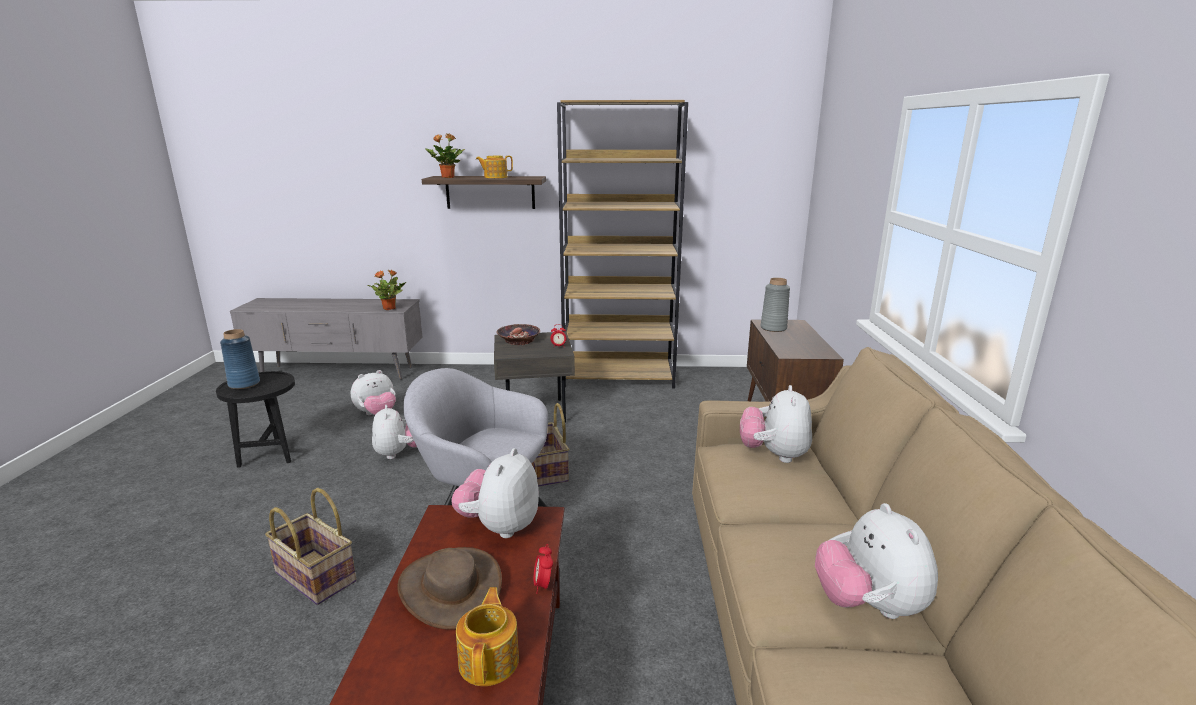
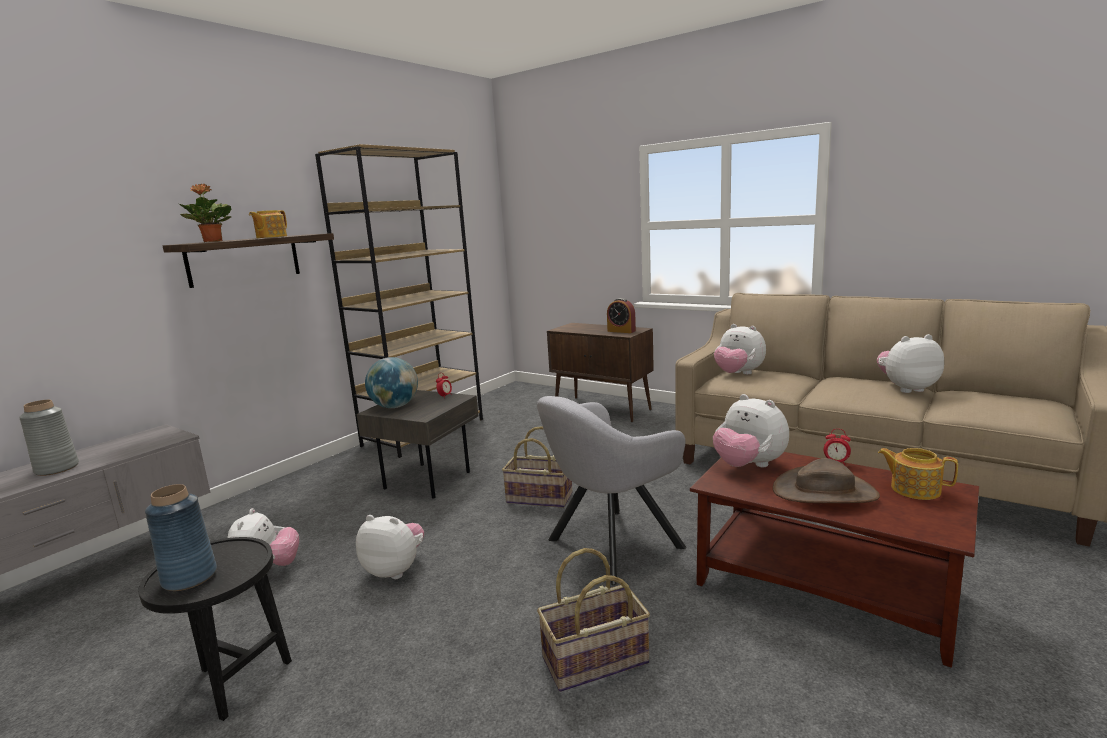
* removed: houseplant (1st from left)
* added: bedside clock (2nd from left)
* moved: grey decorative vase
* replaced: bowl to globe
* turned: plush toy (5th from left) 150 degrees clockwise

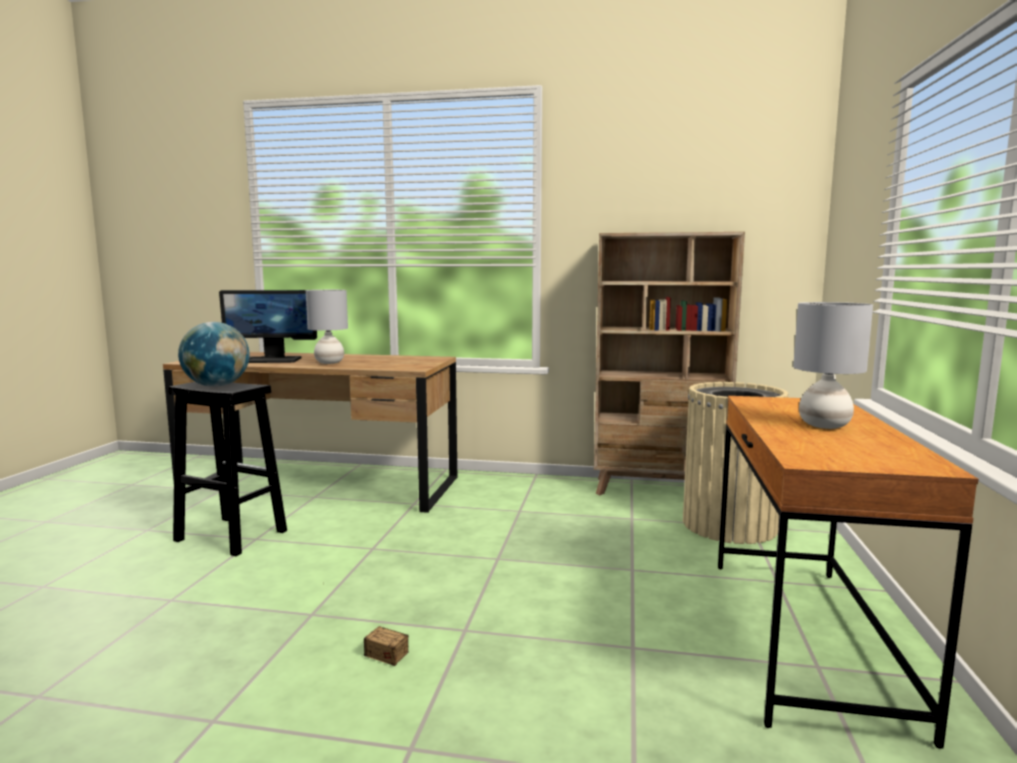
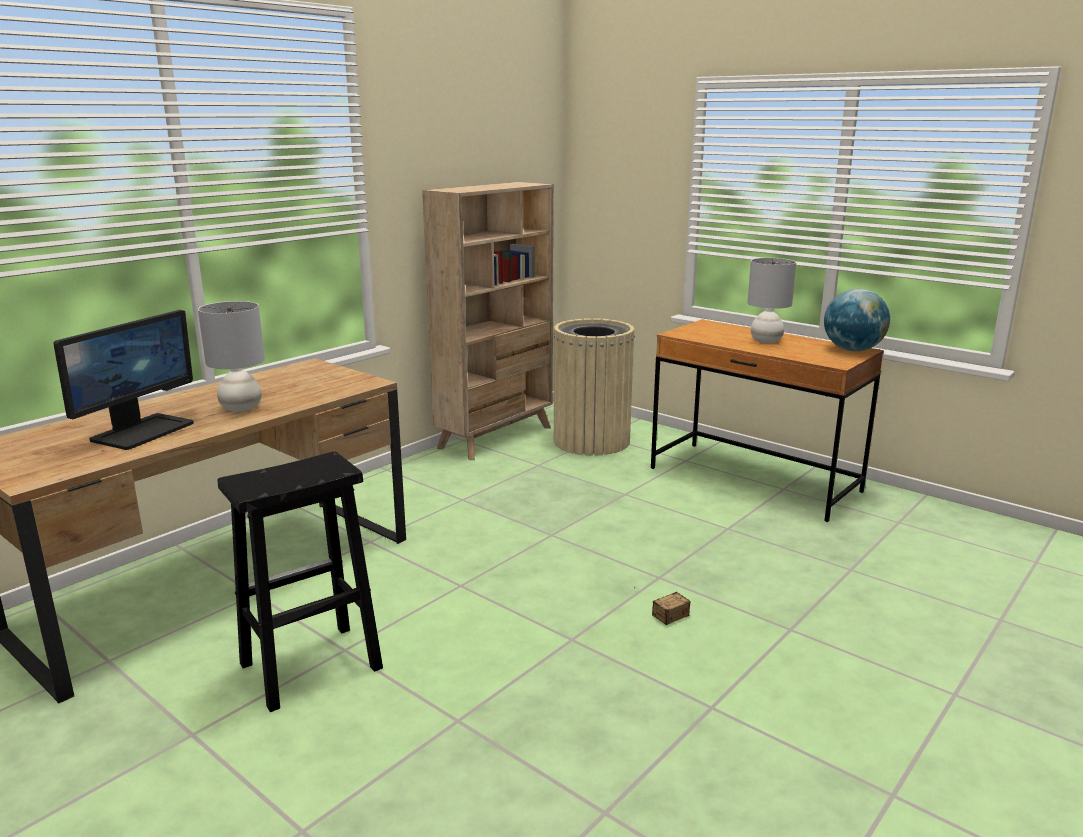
* moved: globe

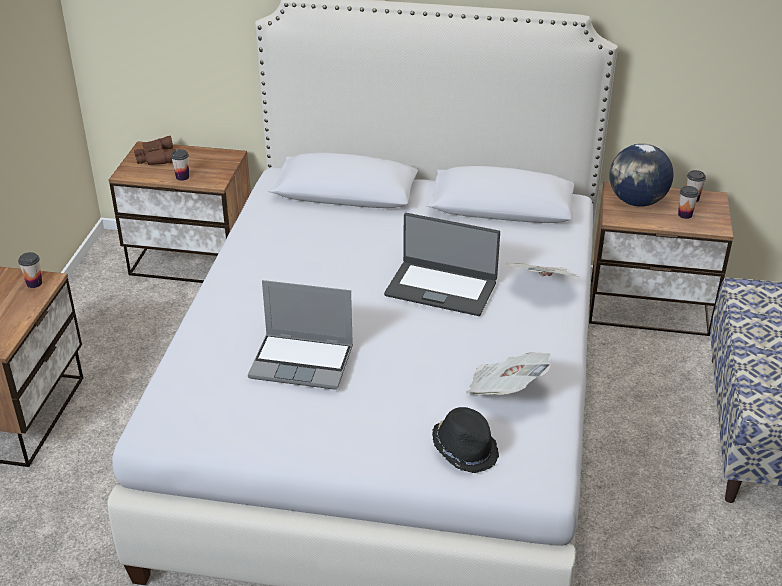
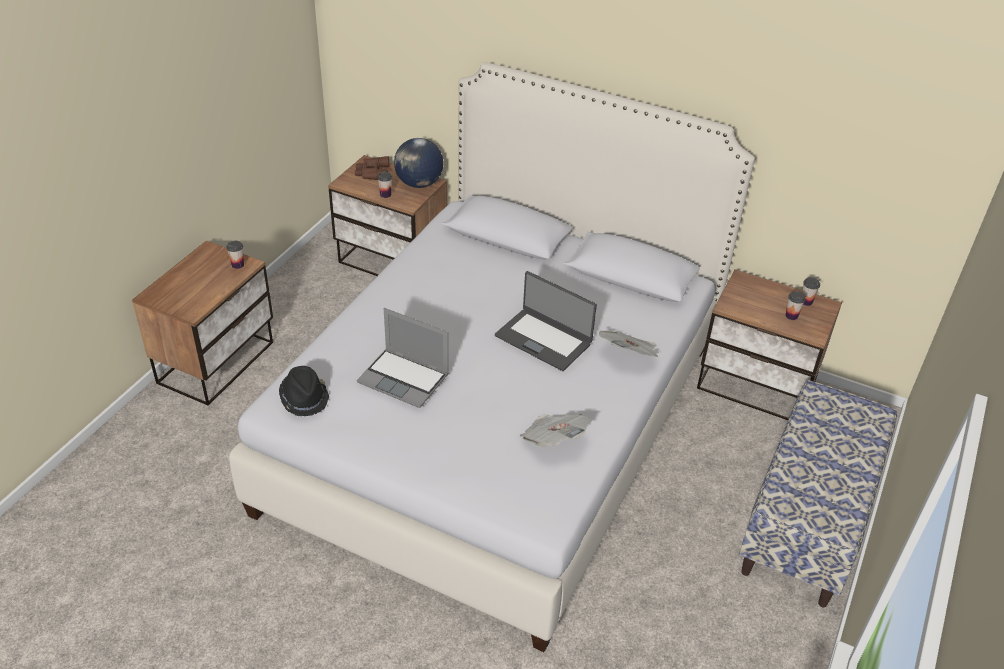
* moved: blackish clothing hat
* moved: globe

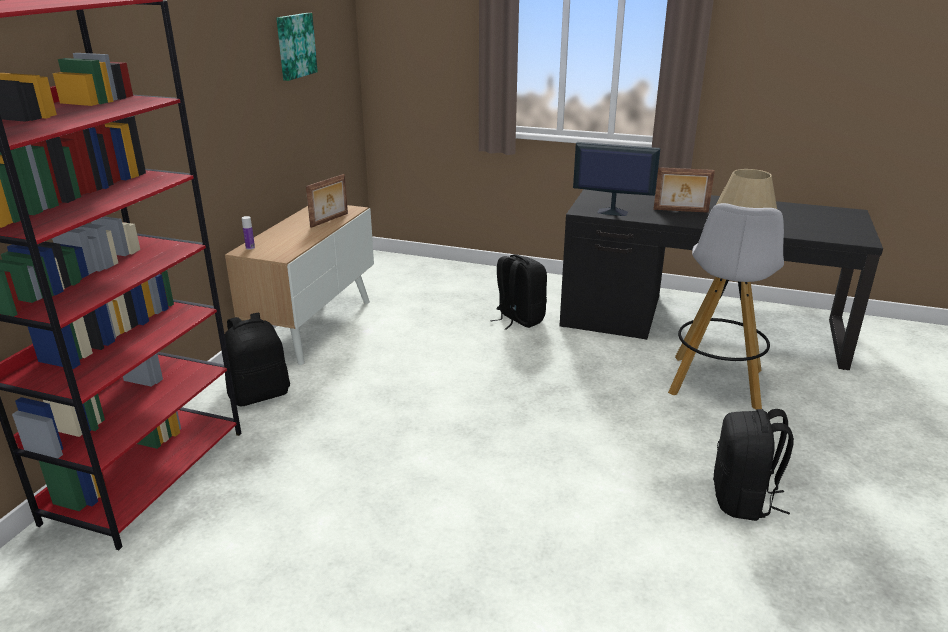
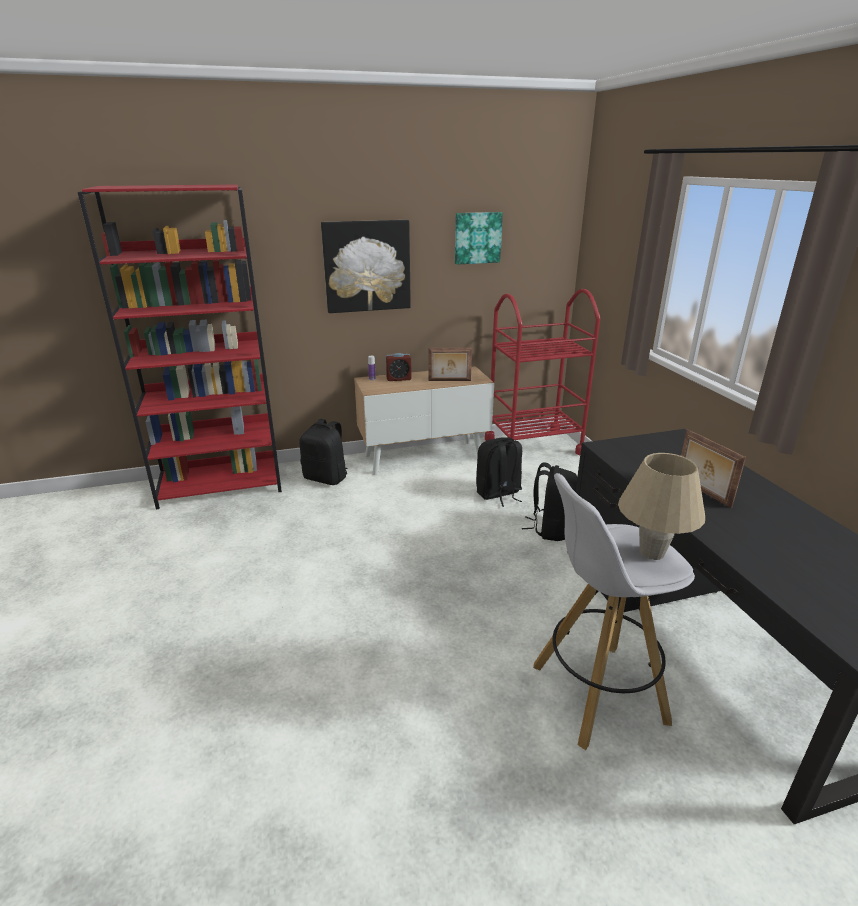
* removed: computer display
* added: picture (1st from left)
* added: bedside clock
* added: red-coloured trolley
* moved: blackish knapsack (3rd from left in the first image) to blackish knapsack (2nd from left)

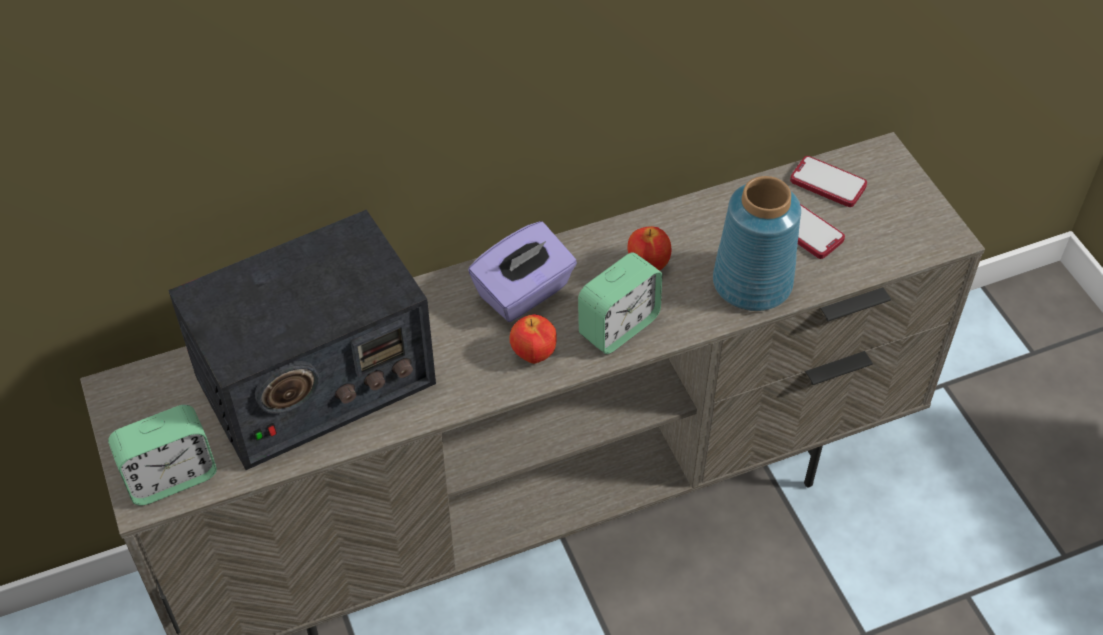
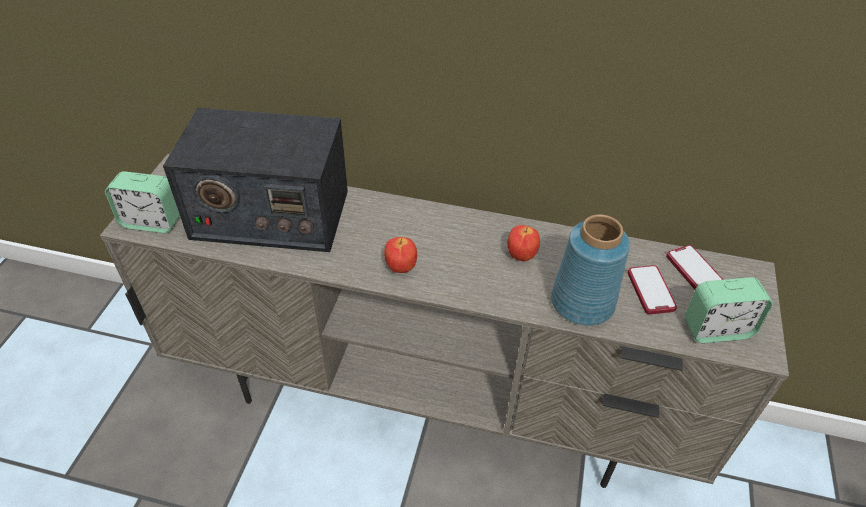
* removed: purple tissue box
* moved: bedside clock (2nd from left)

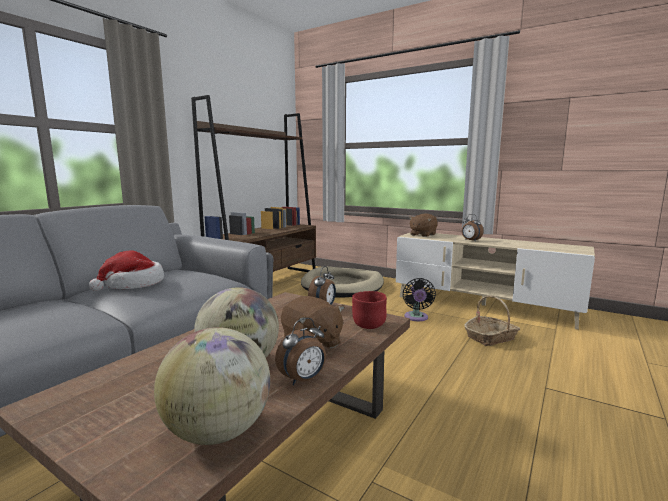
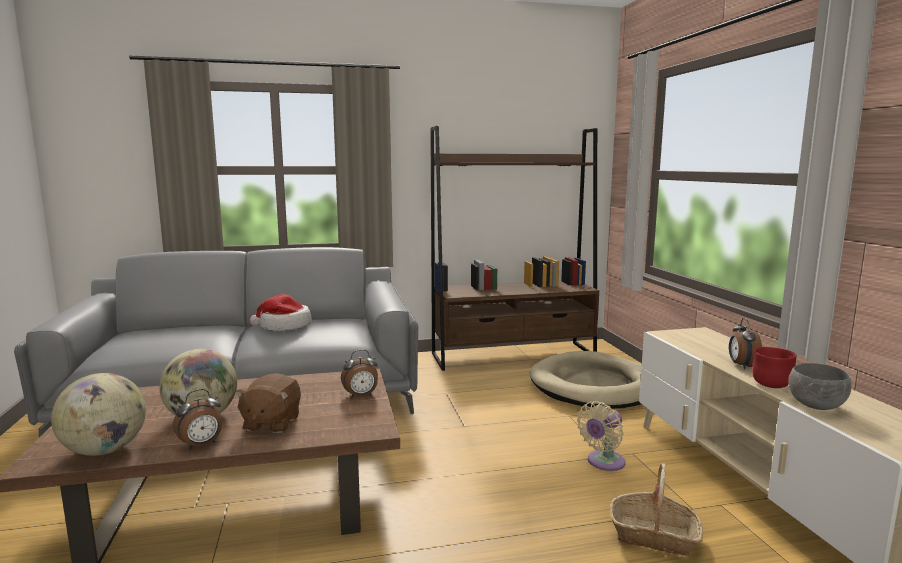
* removed: brownish plush toy (2nd from left)
* added: grey bowl
* moved: red-coloured bowl
* recoloured: blackish cooling fan to beige cooling fan
* turned: bedside clock (1st from left) 45 degrees counterclockwise

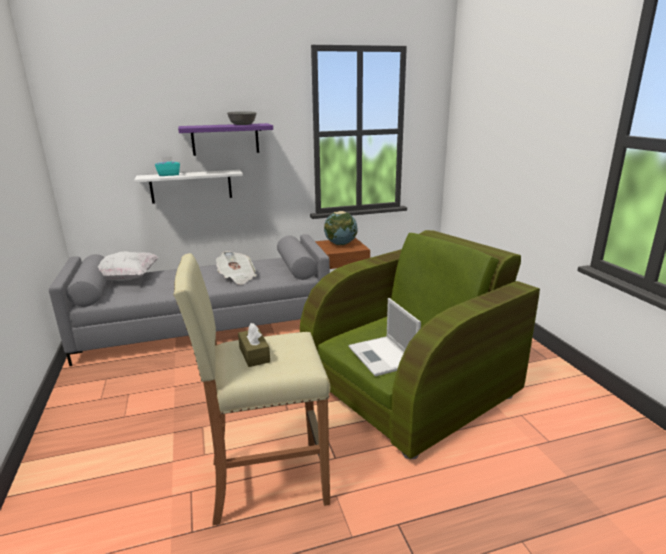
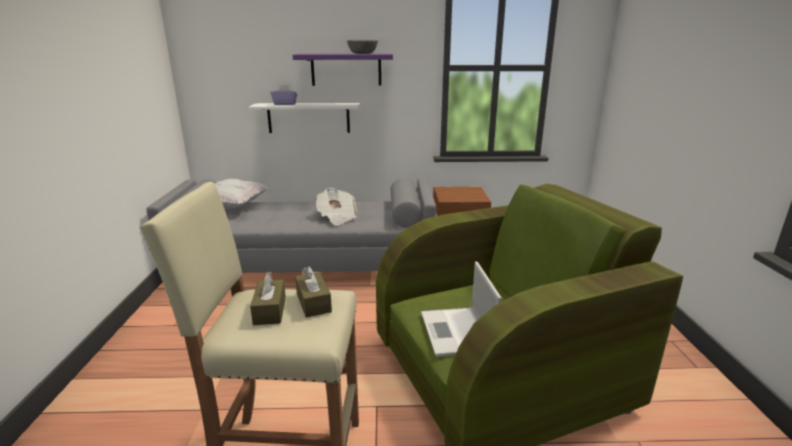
* removed: globe
* added: brownish tissue box (2nd from left)
* recoloured: turquoise tissue box to purple tissue box

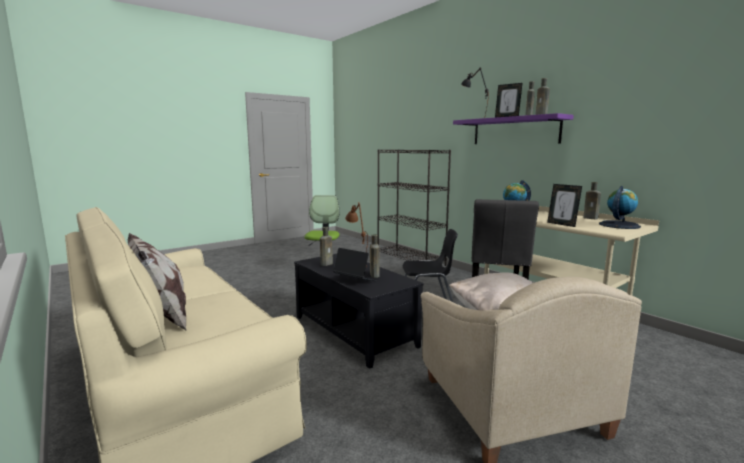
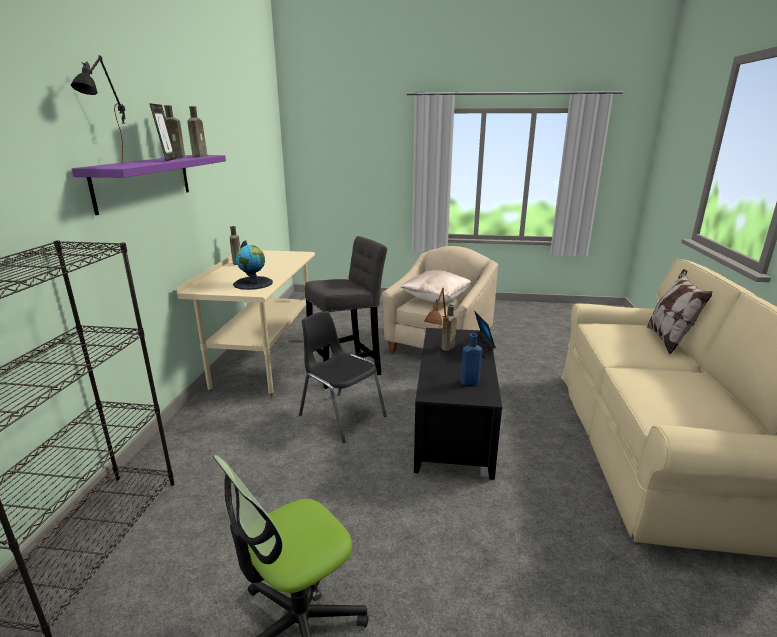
* removed: picture frame (2nd from left)
* removed: globe (2nd from left)
* recoloured: brownish bottle (1st from left) to blue bottle

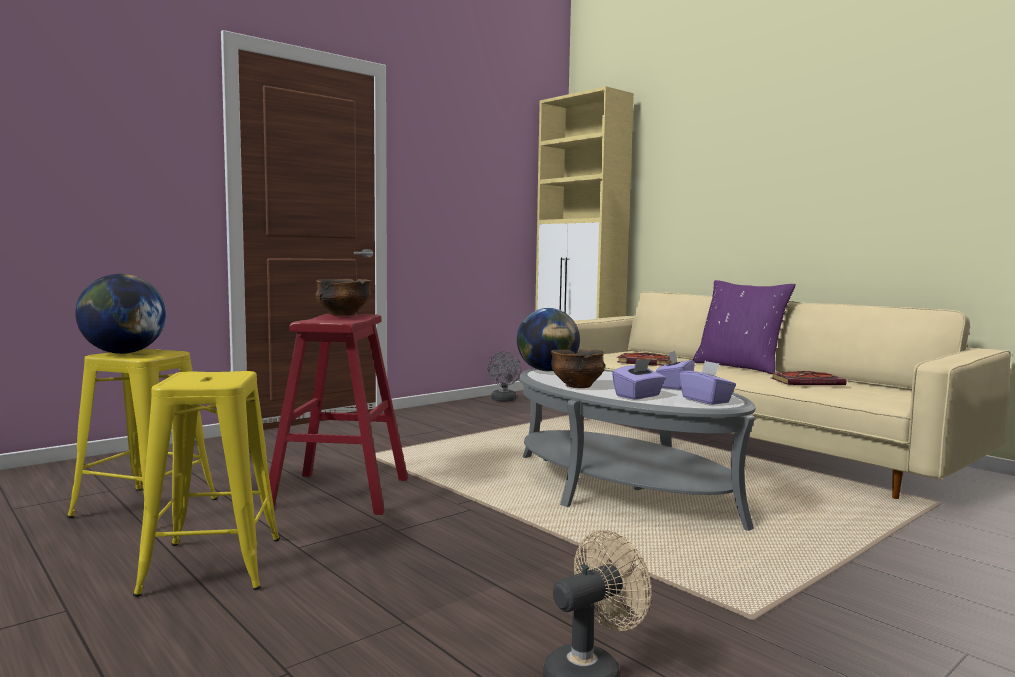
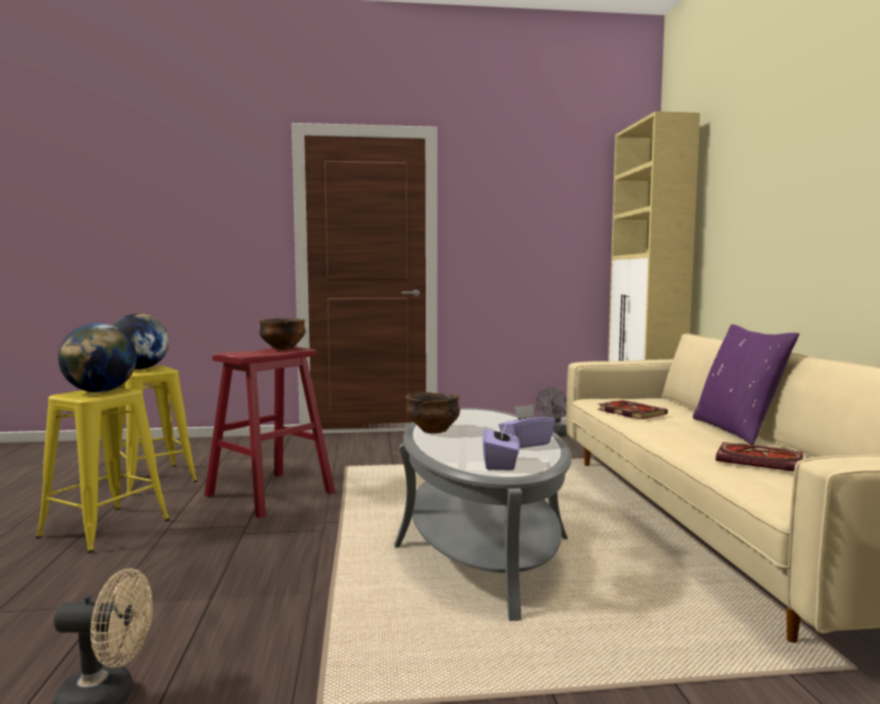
* removed: purple tissue box (1st from left)
* moved: globe (2nd from left in the first image) to globe (1st from left)

